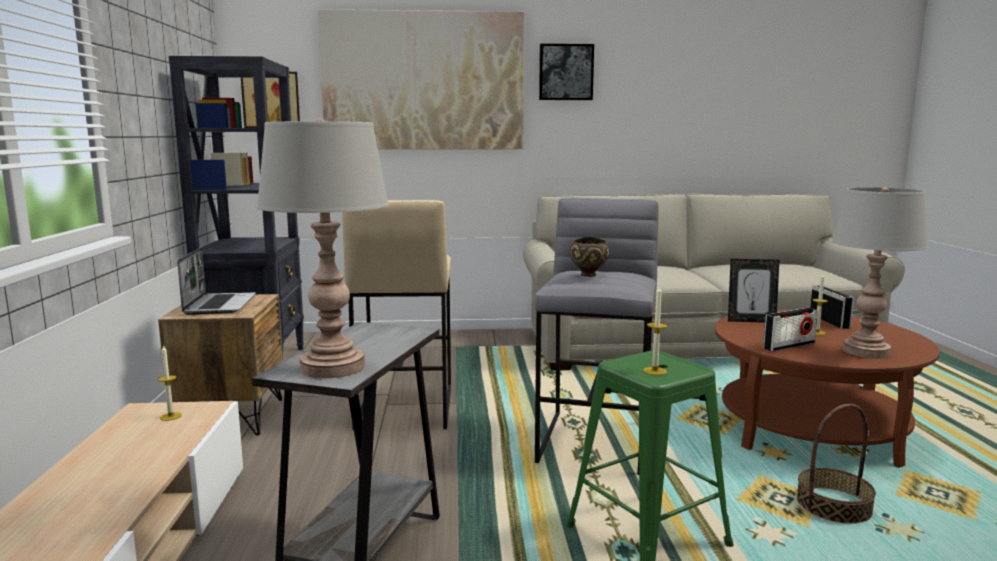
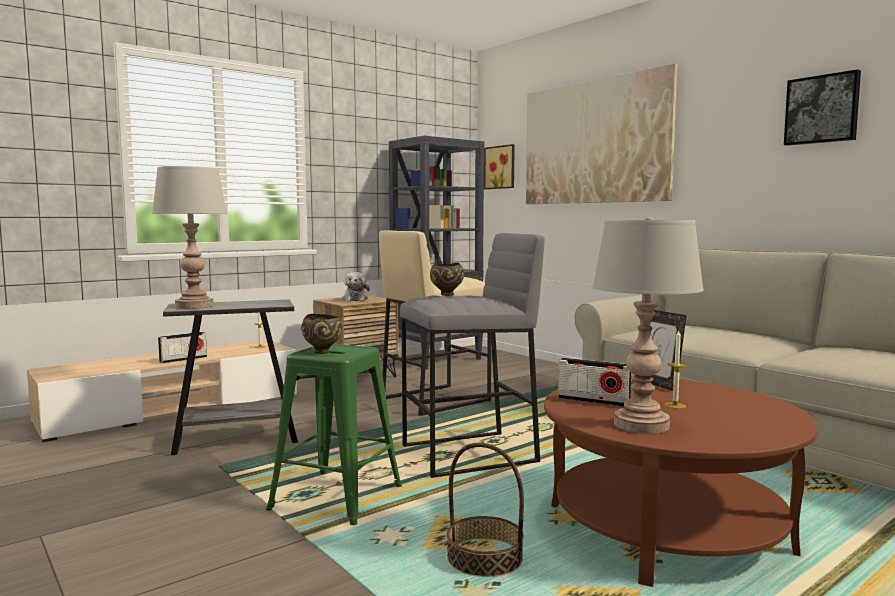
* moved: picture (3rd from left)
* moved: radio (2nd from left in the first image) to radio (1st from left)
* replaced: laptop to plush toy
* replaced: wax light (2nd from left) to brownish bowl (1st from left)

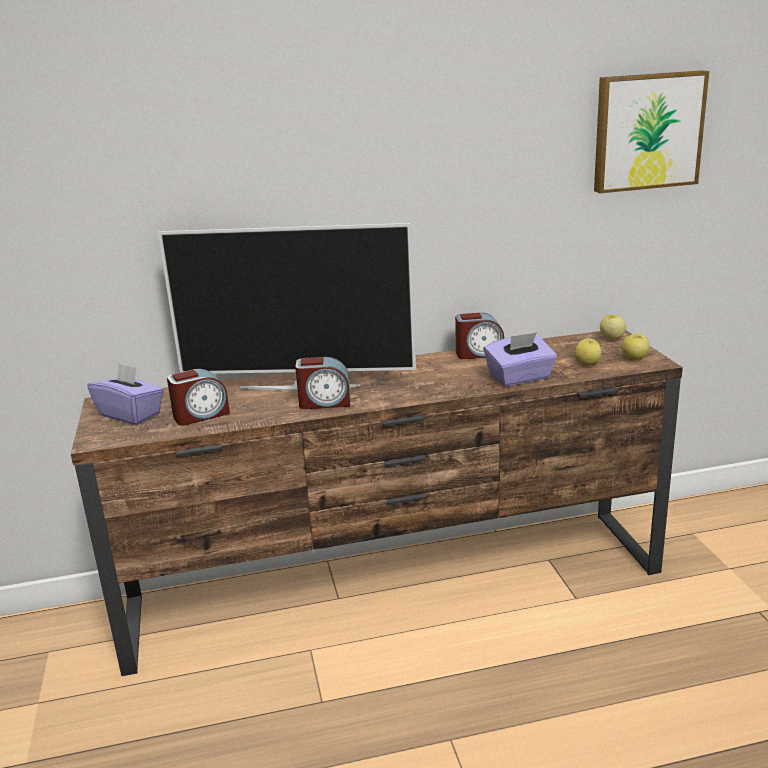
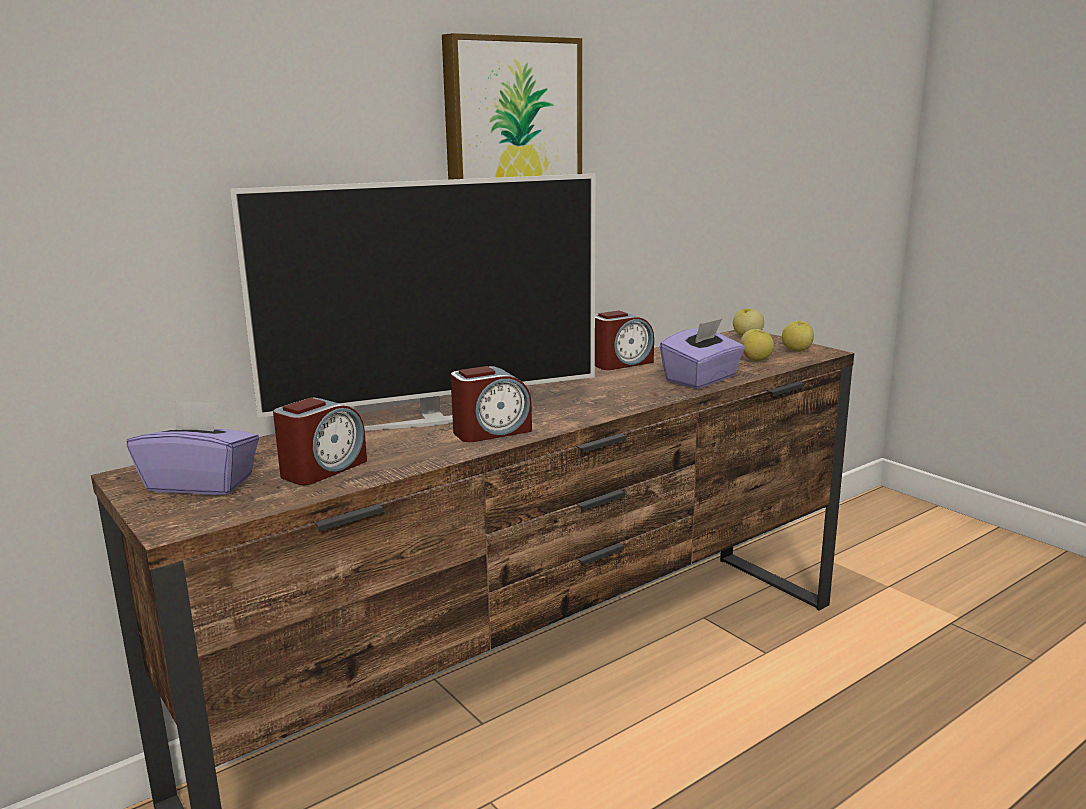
* moved: picture

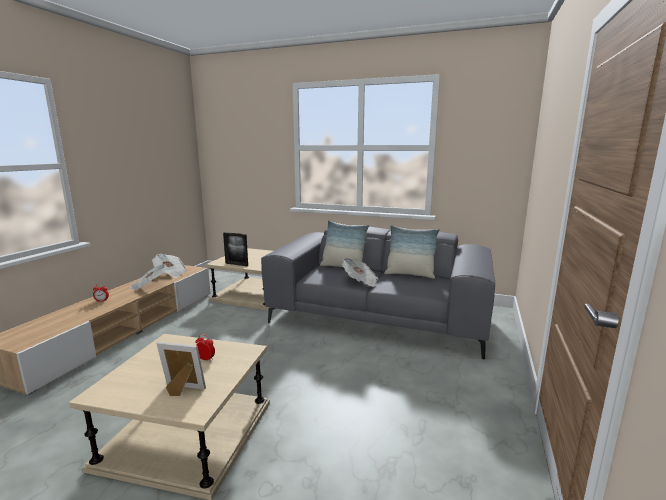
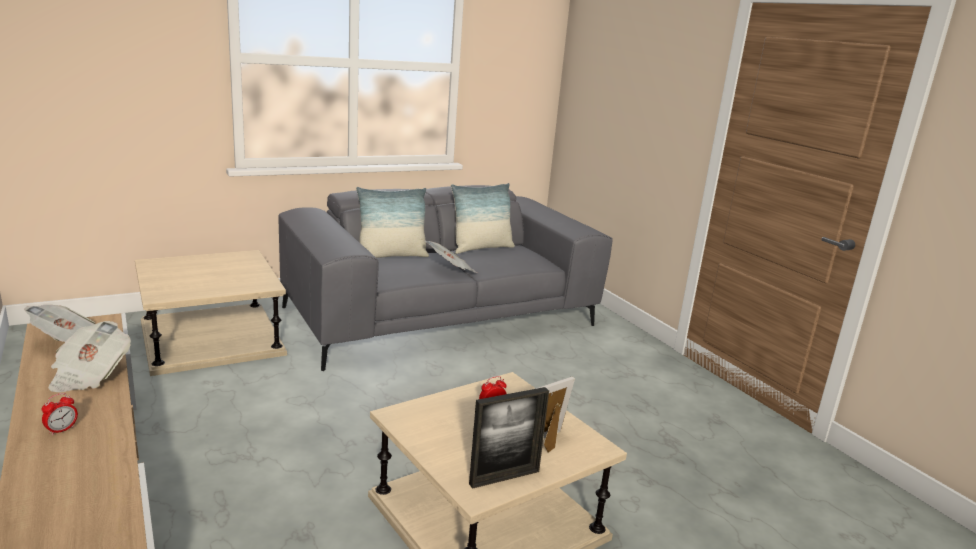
* moved: picture frame (2nd from left in the first image) to picture frame (1st from left)

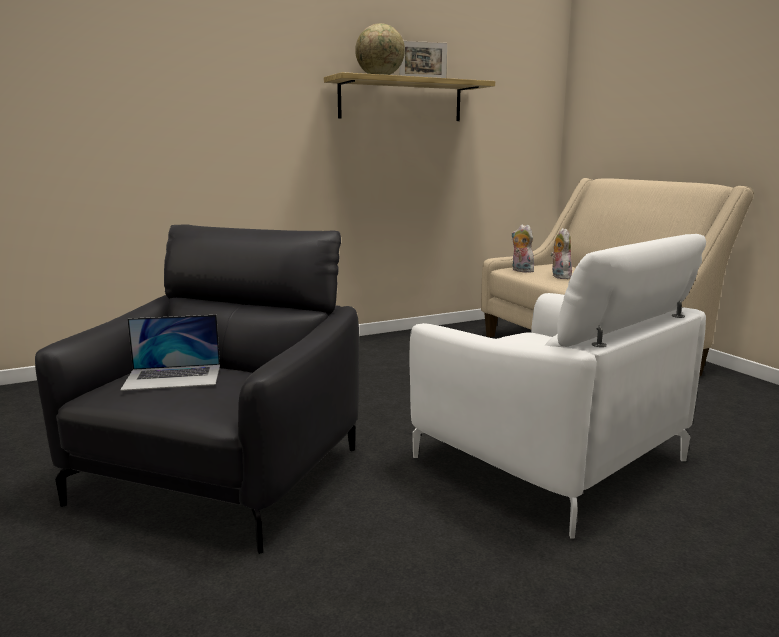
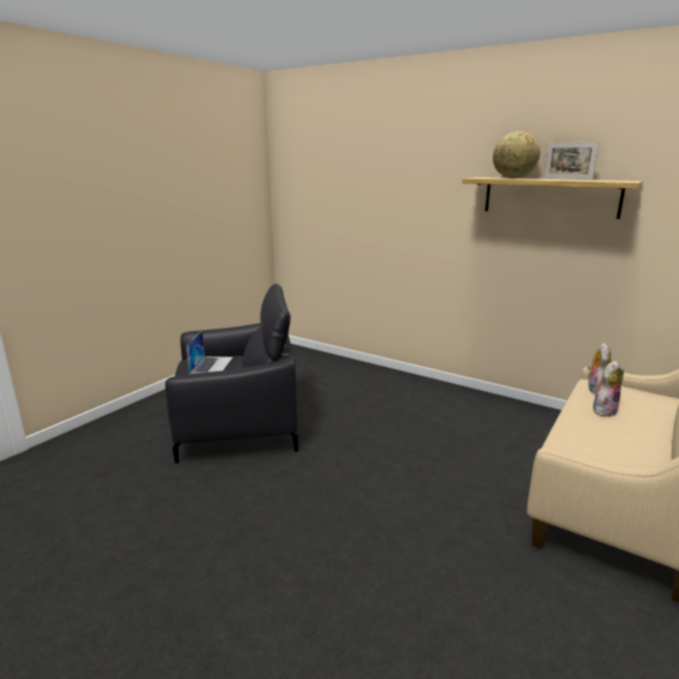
* removed: white lounge chair
* turned: laptop 135 degrees counterclockwise

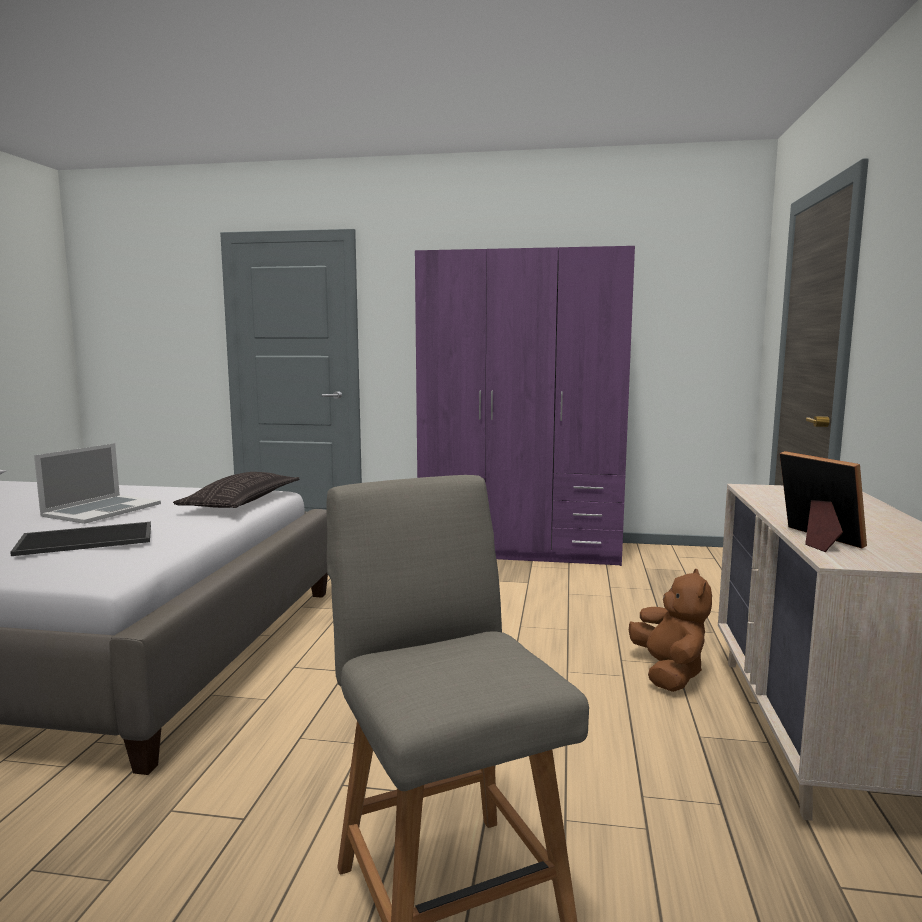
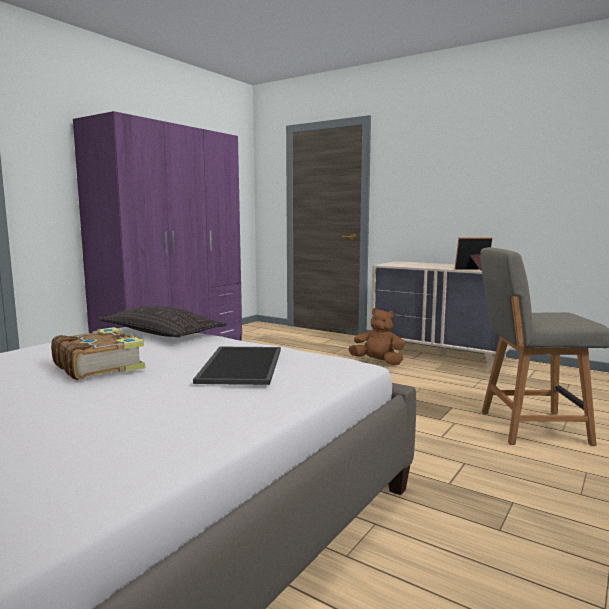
* replaced: laptop to bound book

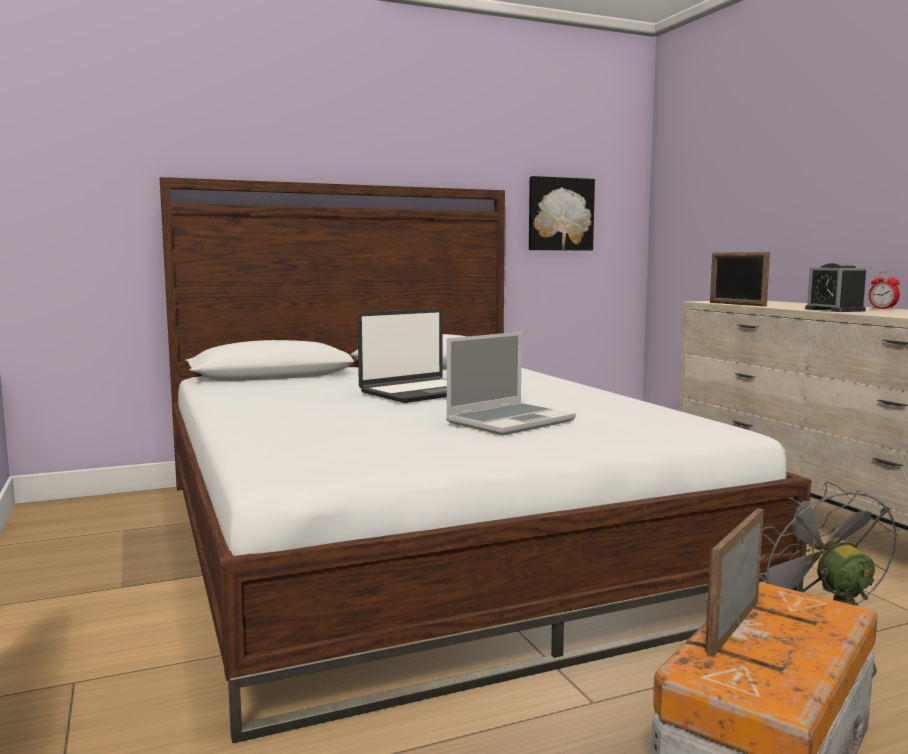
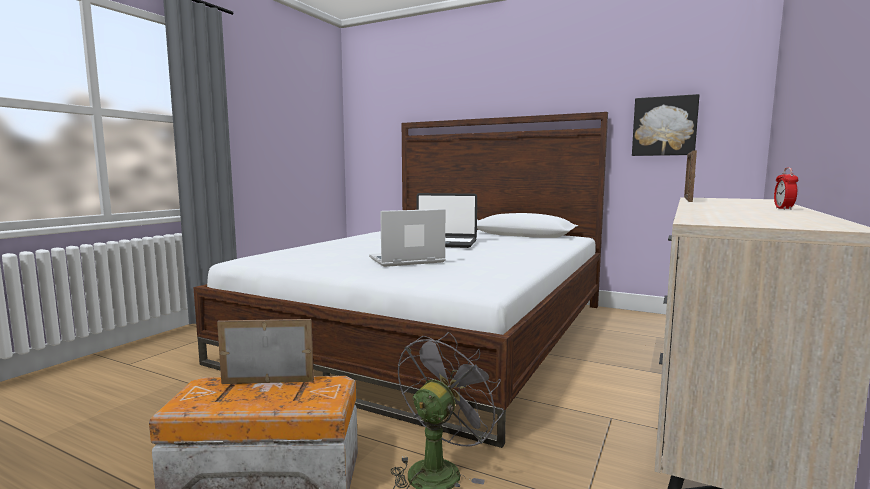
* removed: bedside clock (1st from left)
* turned: laptop (2nd from left in the first image) 150 degrees clockwise

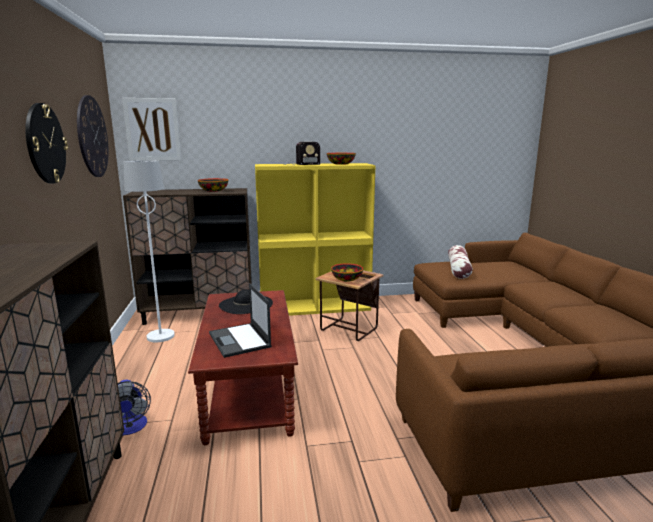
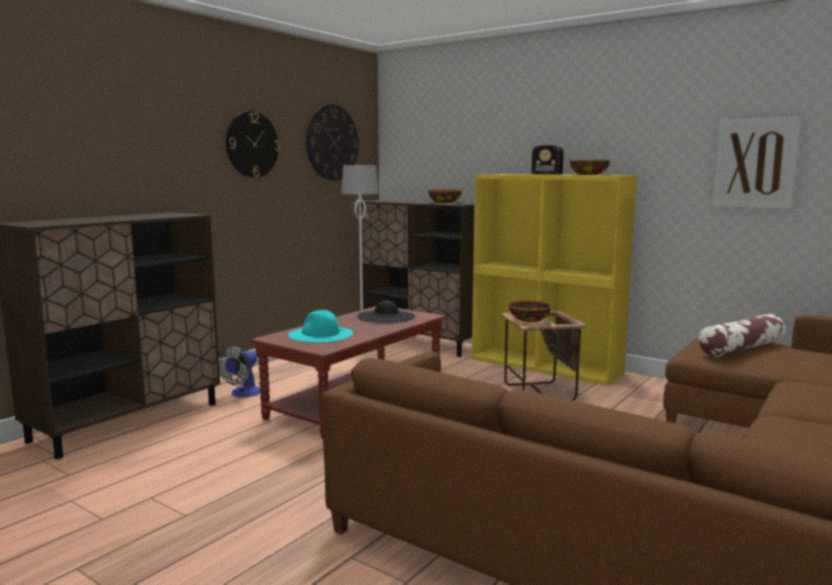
* moved: picture
* replaced: laptop to turquoise clothing hat

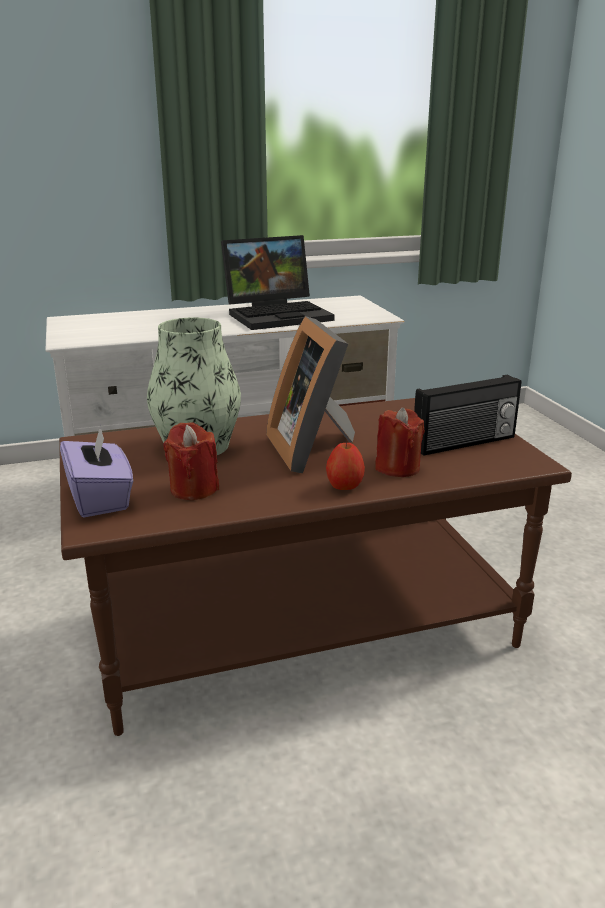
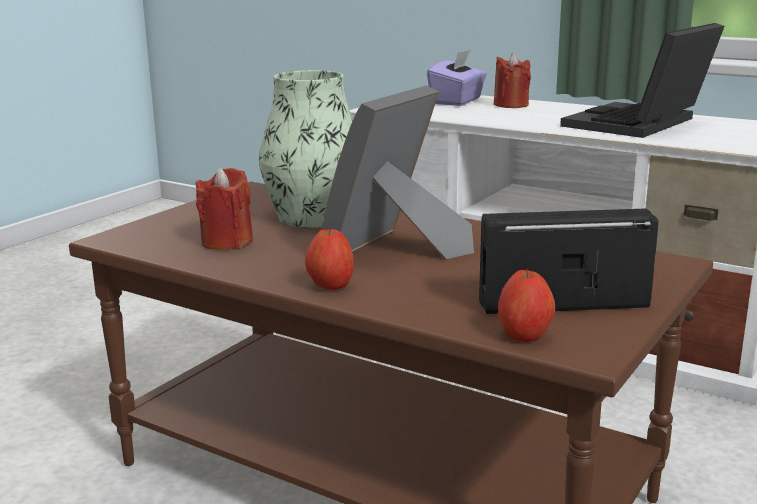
* added: apple (2nd from left)
* moved: purple tissue box
* moved: red-coloured wax light (2nd from left)
* turned: laptop 105 degrees clockwise
* turned: radio 150 degrees clockwise

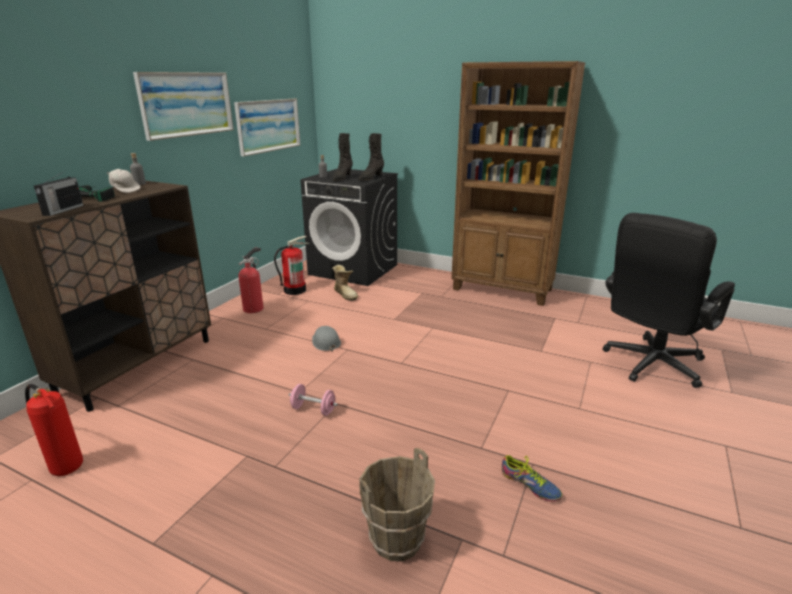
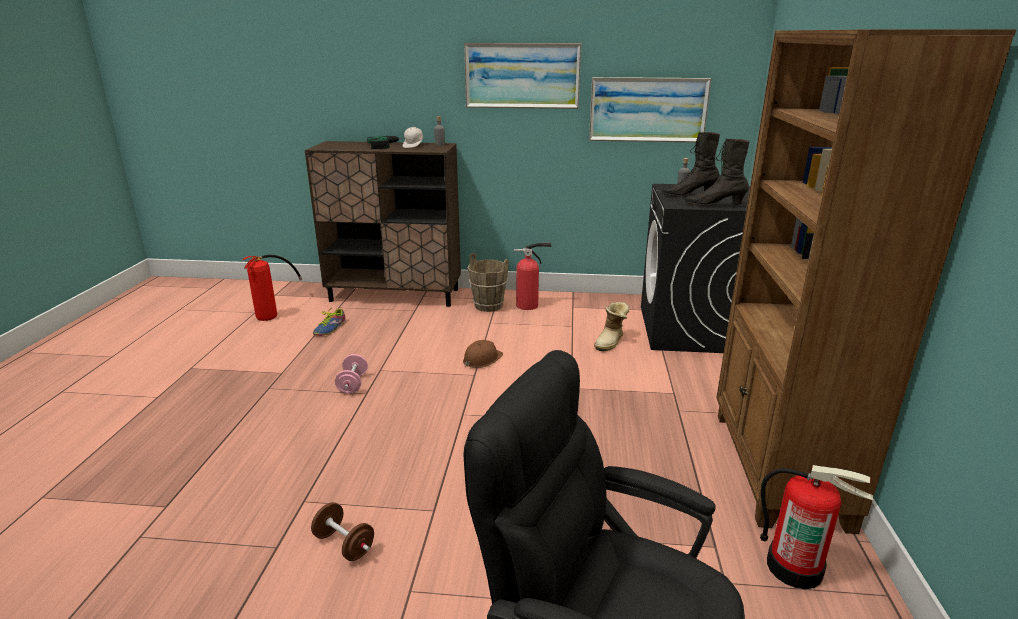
* removed: radio
* added: brownish free weight
* moved: fire-fighting cylinder (3rd from left)
* moved: brownish pail
* moved: low shoe
* recoloured: grey hard hat to brownish hard hat

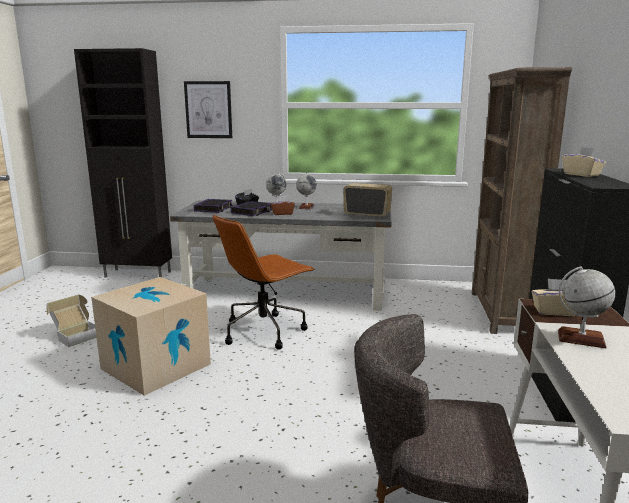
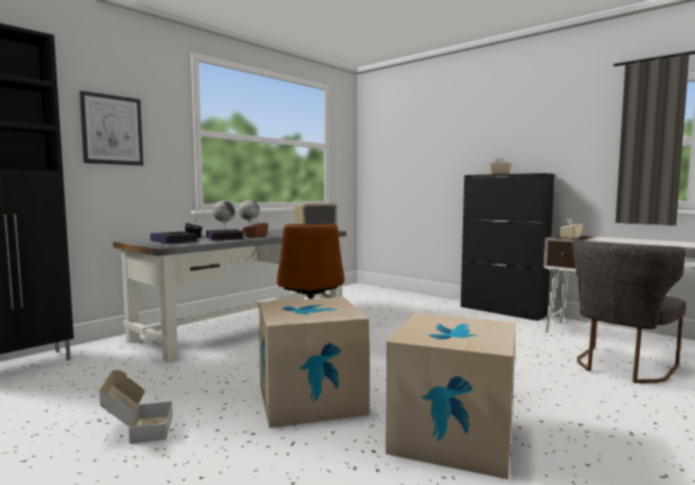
* removed: brownish bookshelf
* removed: globe (3rd from left)
* added: carton (3rd from left)

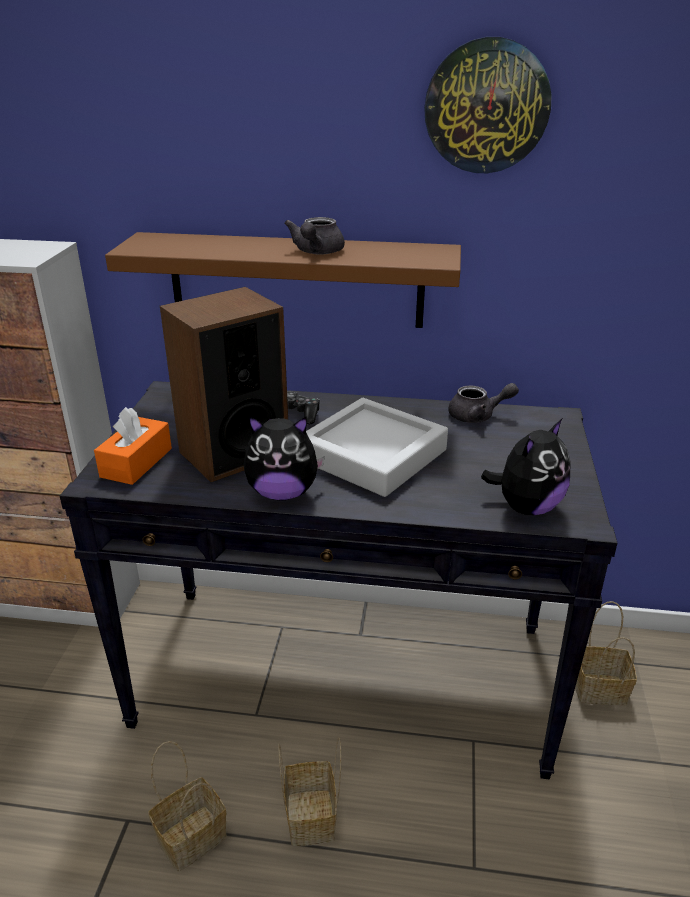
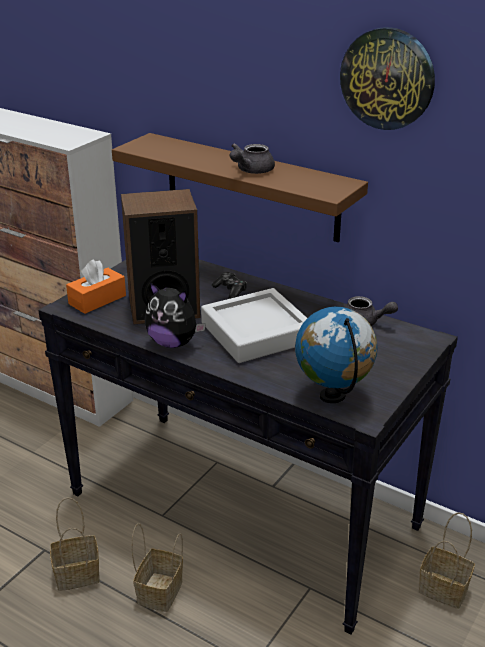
* replaced: plush toy (2nd from left) to globe

